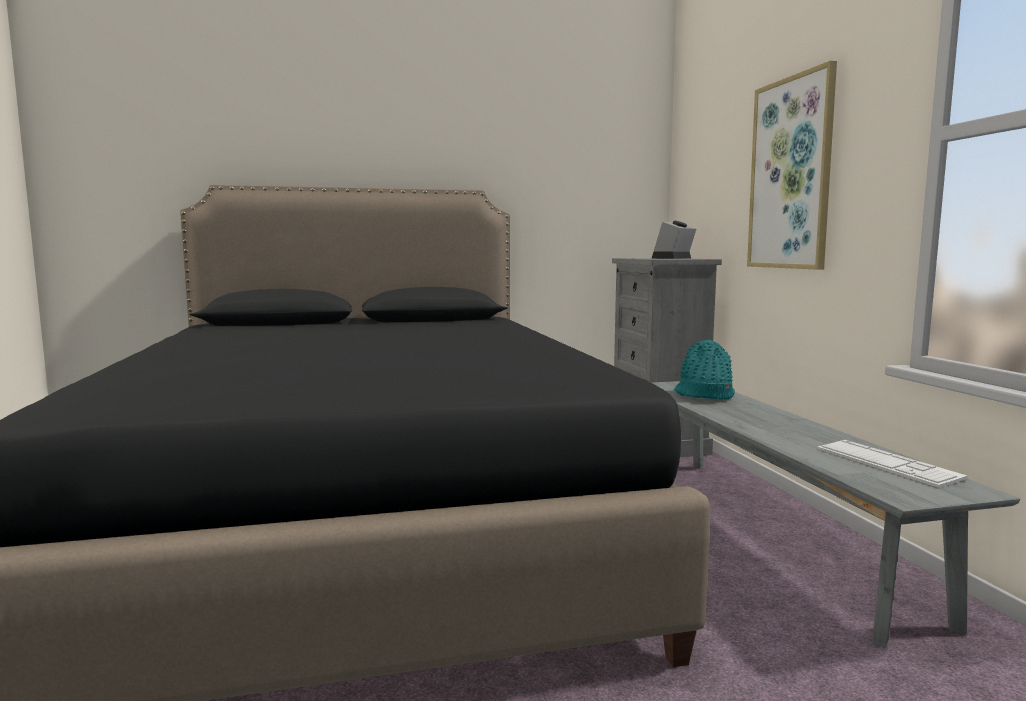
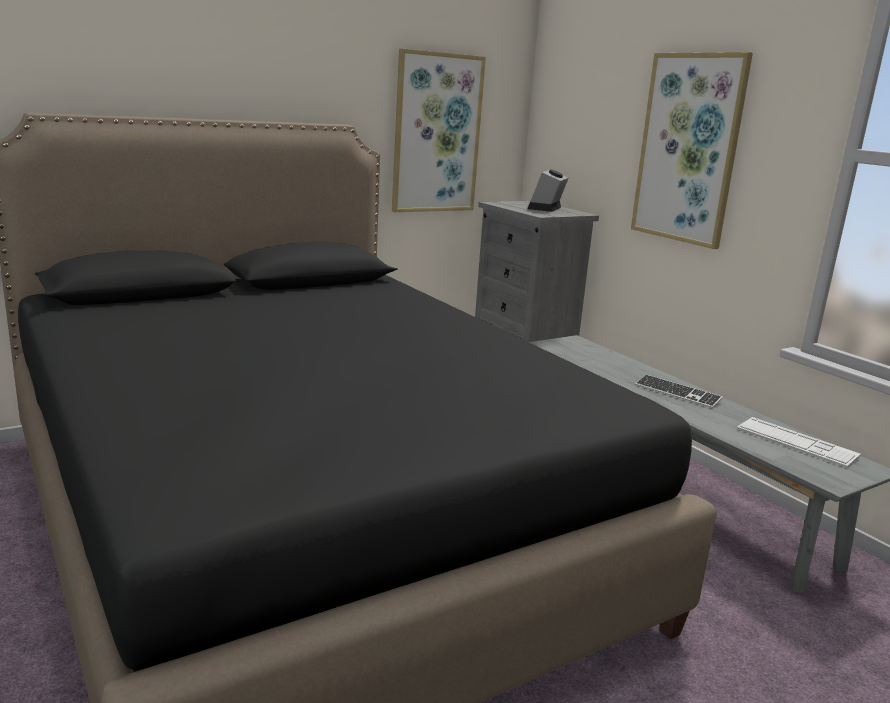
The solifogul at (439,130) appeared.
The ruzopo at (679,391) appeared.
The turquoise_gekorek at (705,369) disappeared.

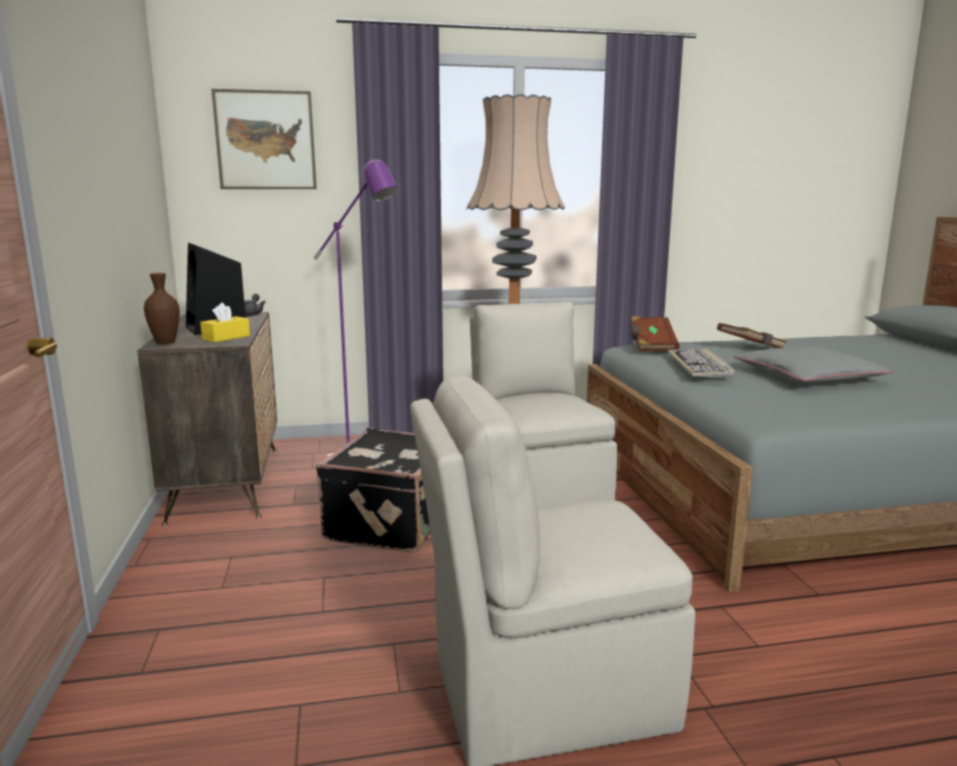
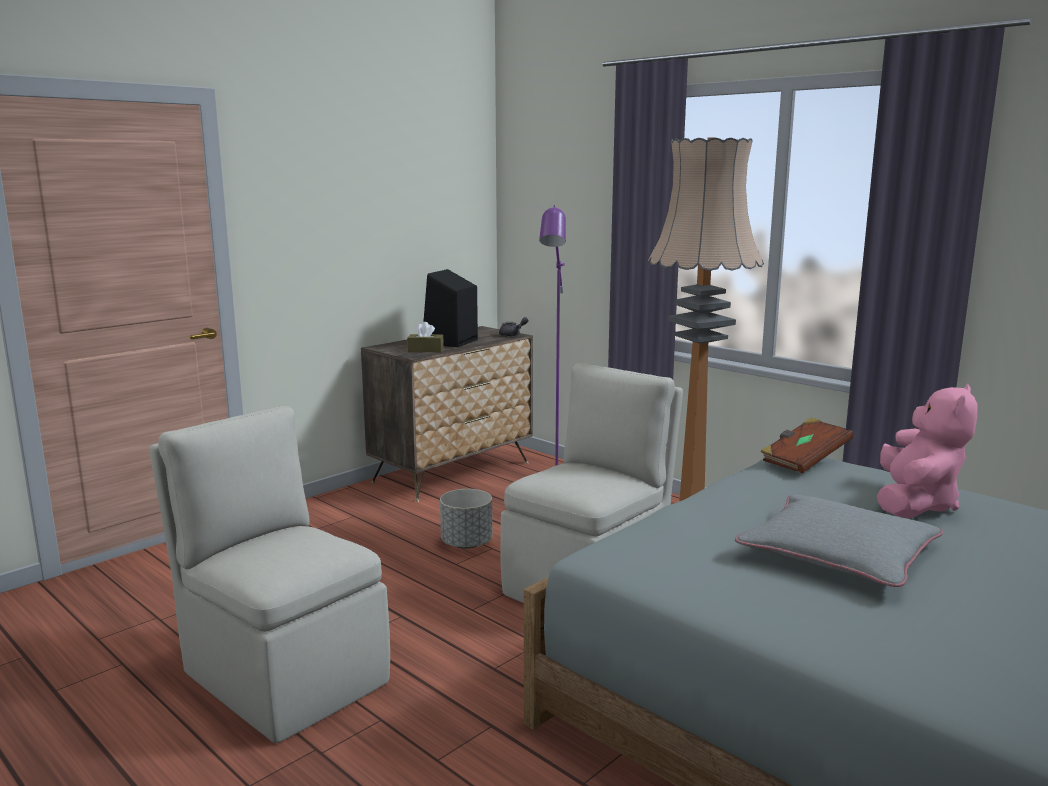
The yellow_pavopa at (225,322) became the brown_pavopa at (425,337).
The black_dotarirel at (373,490) was replaced by the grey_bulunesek at (466,519).
The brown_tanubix at (752,335) was replaced by the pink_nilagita at (927,451).
The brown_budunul at (162,308) disappeared.
The solifogul at (264,139) disappeared.
The ruzopo at (701,363) disappeared.

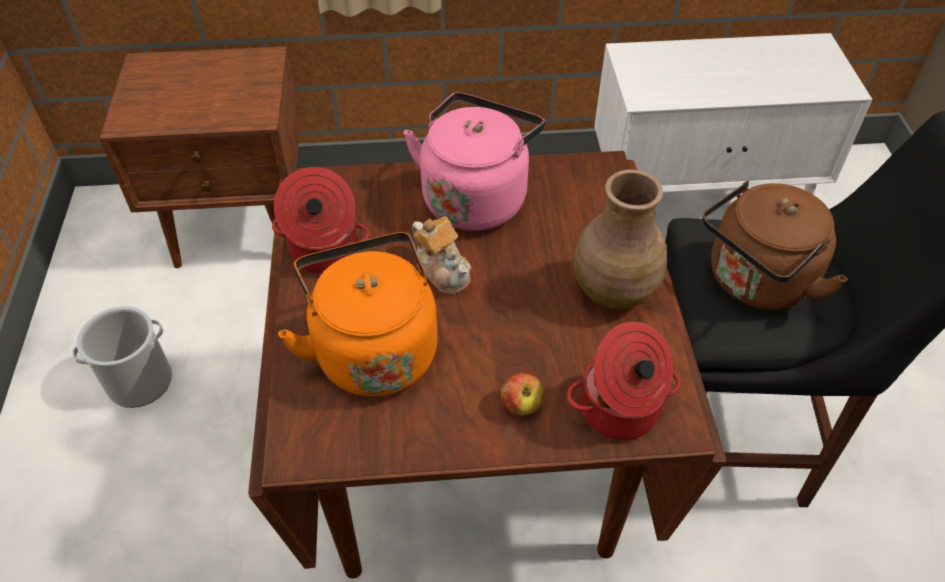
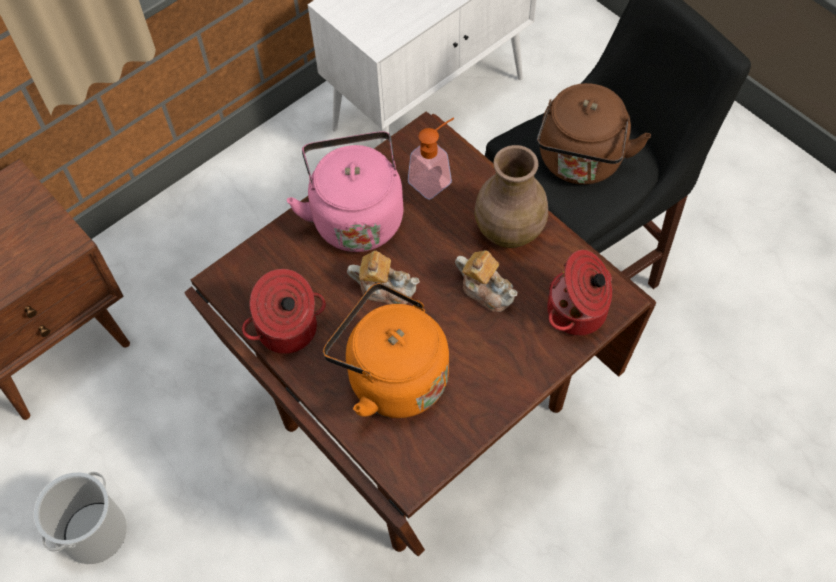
The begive at (431,159) appeared.
The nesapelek at (486,281) appeared.
The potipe at (522,394) disappeared.

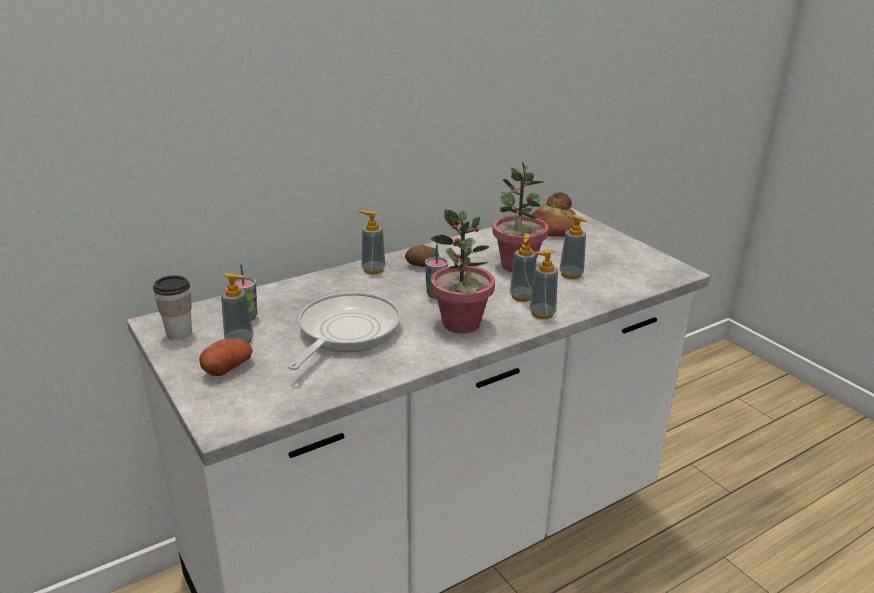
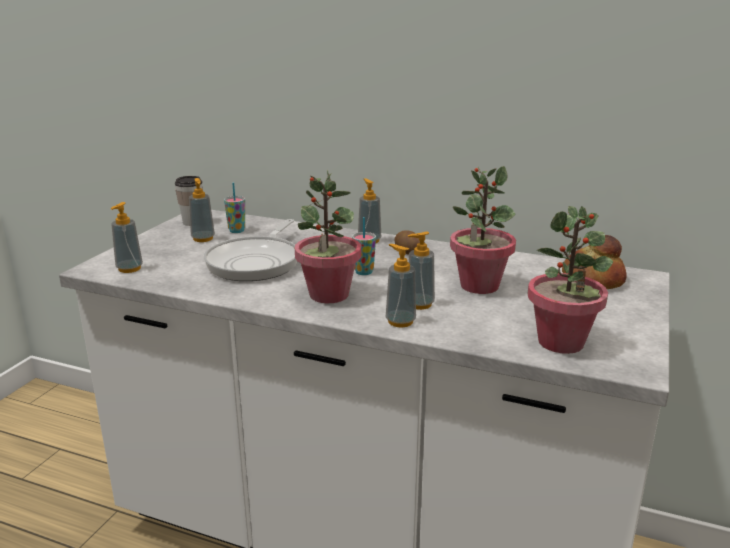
The begive moved from (573,246) to (127,237).
The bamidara at (344,331) turned 120 degrees clockwise.
The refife at (570,280) appeared.
The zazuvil at (226,357) disappeared.

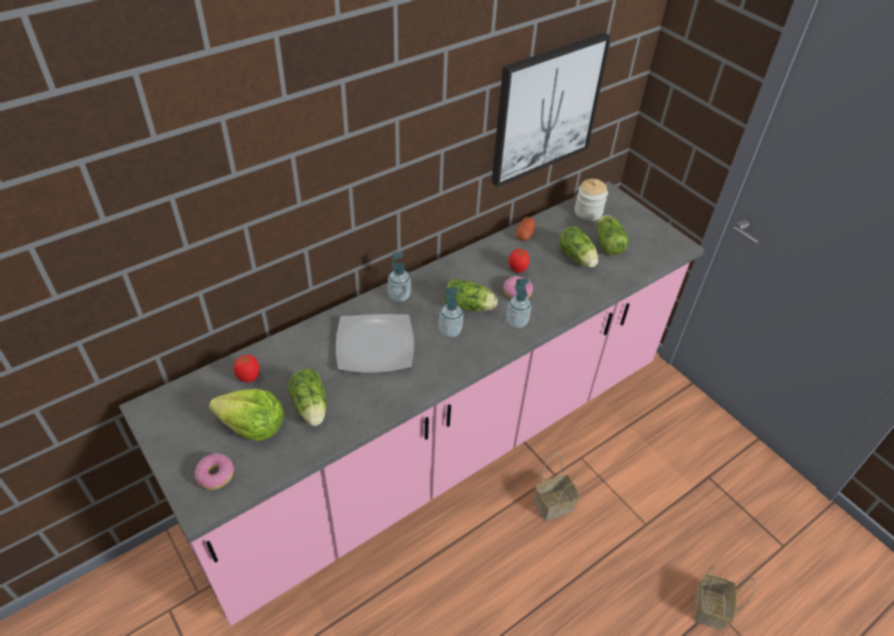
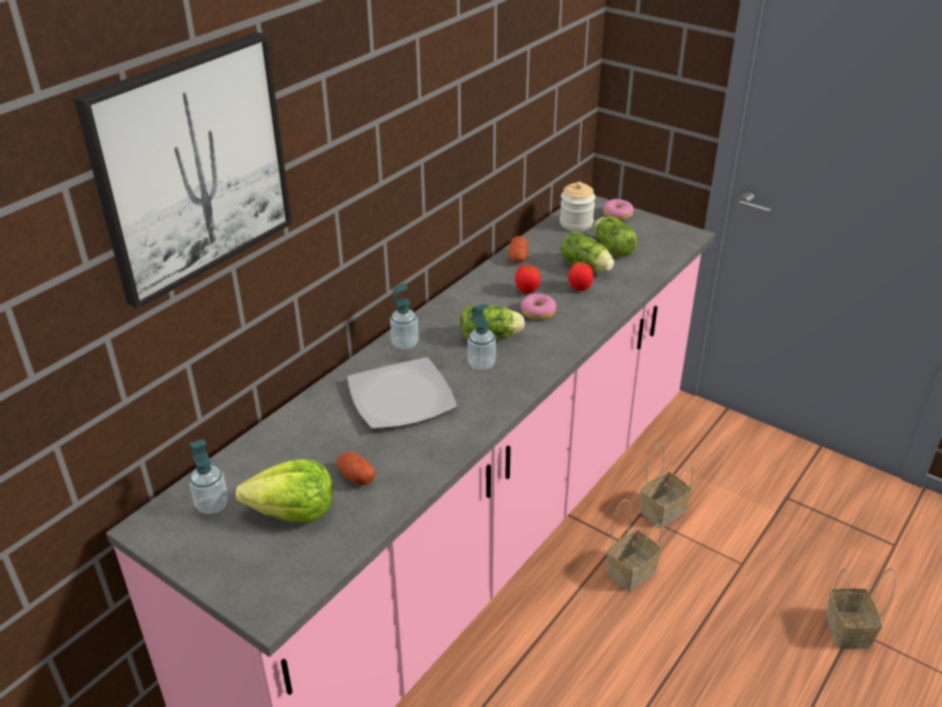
The solifogul moved from (551,110) to (183,170).
The begive moved from (519,303) to (208,476).
The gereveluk at (307,397) was replaced by the zazuvil at (356,468).
The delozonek moved from (247,368) to (580,276).
The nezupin moved from (214,471) to (618,210).
The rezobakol at (667,485) appeared.

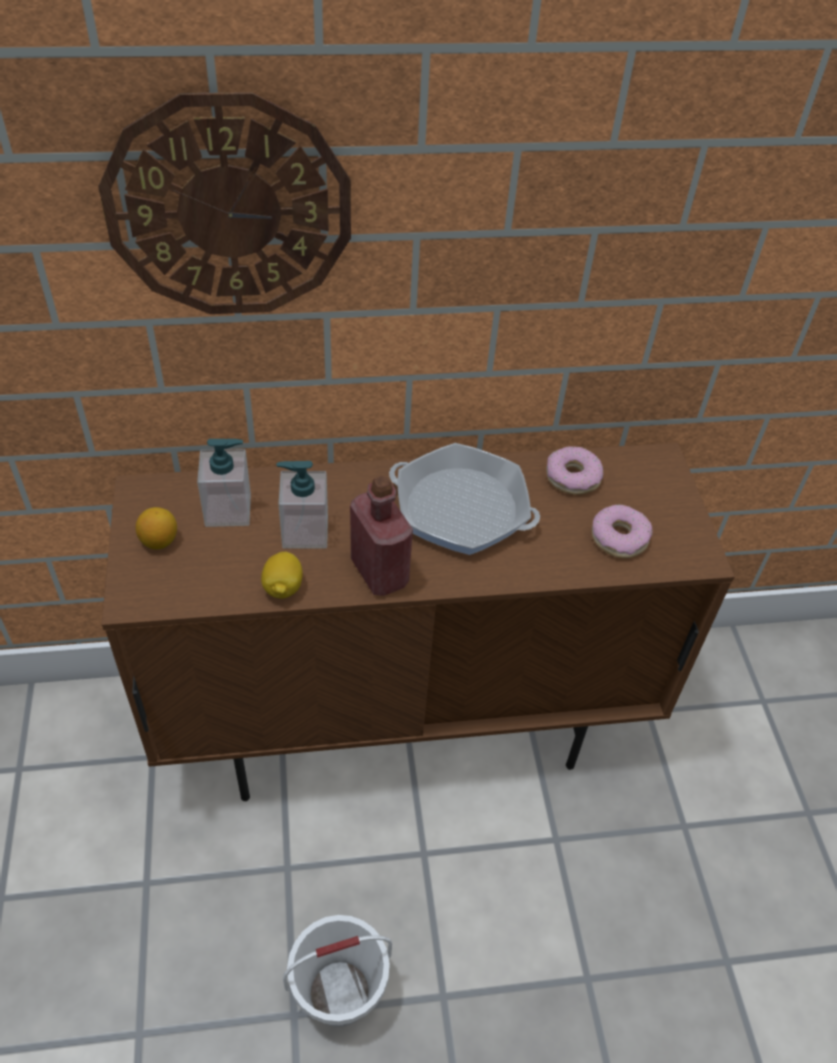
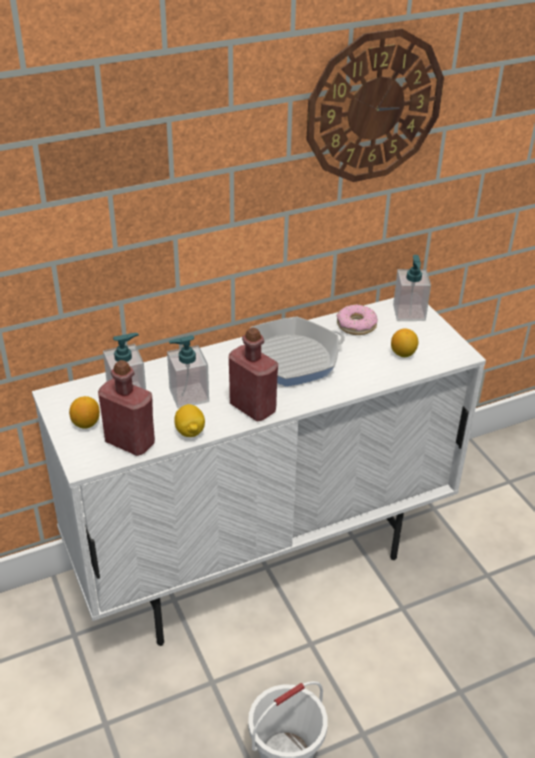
The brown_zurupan at (418,622) became the white_zurupan at (259,472).
The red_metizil at (126,408) appeared.
The bamidara at (464,499) turned 150 degrees clockwise.
The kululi moved from (224,203) to (375,105).
The nezupin at (622,531) was replaced by the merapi at (404,342).
The begive at (412,288) appeared.

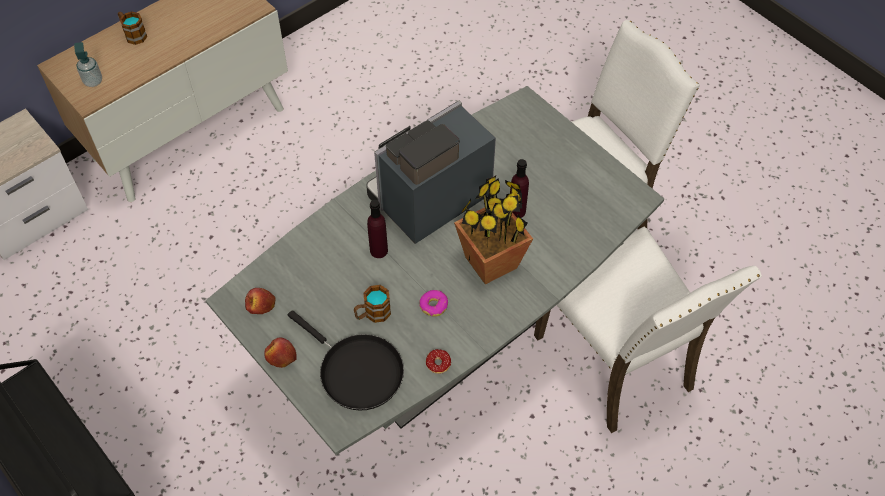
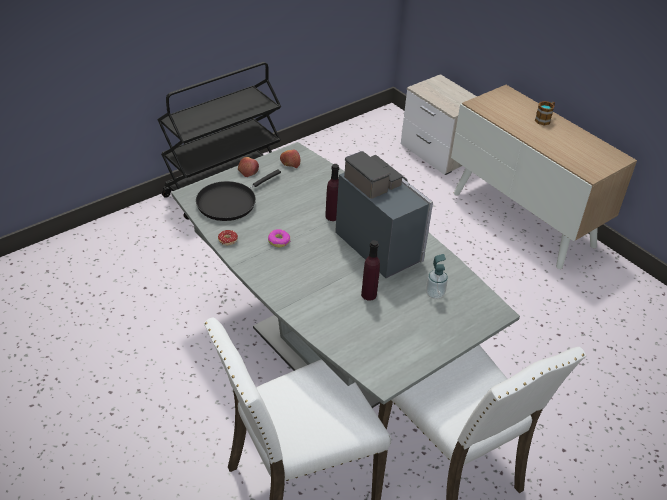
The begive moved from (88,64) to (437,276).
The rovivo at (372,304) disappeared.
The refife at (493,230) disappeared.

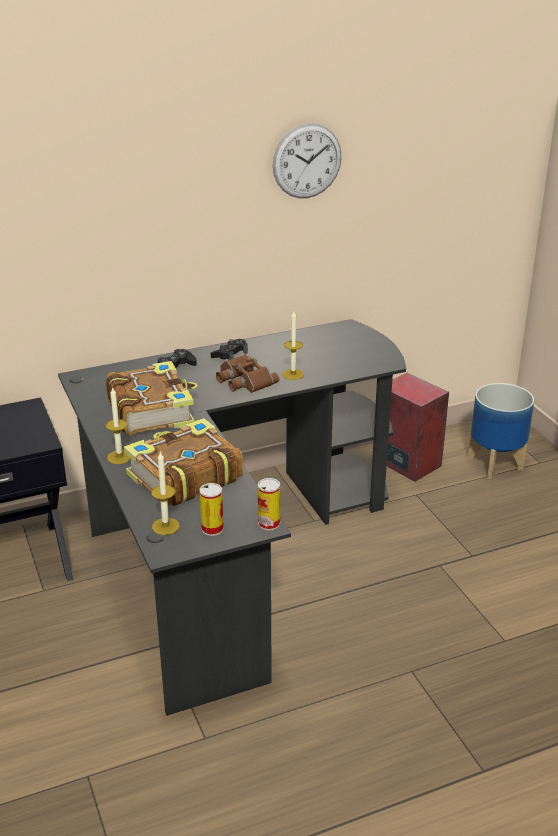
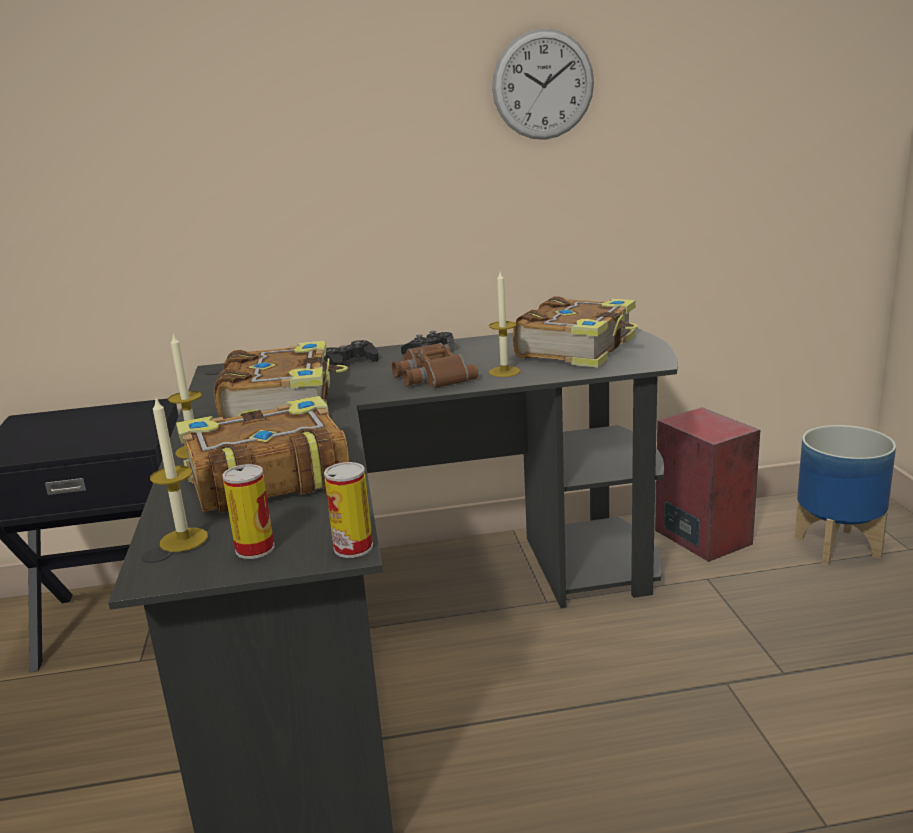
The tanubix at (575,332) appeared.

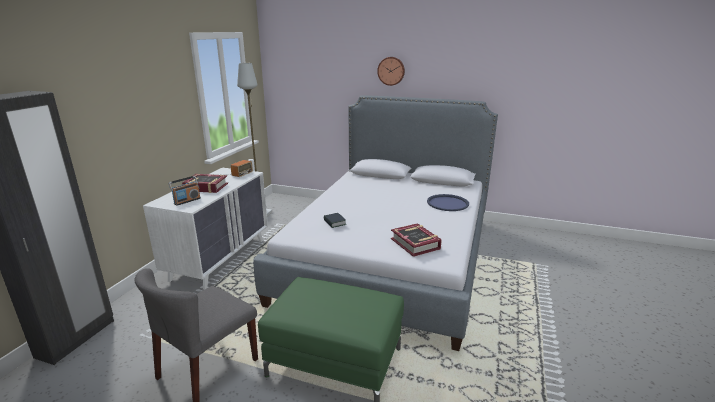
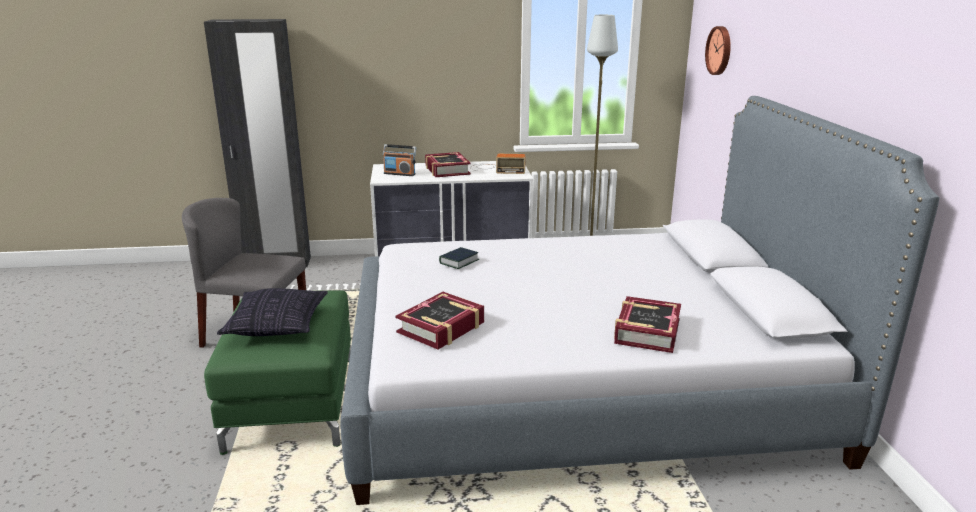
The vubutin at (272,312) appeared.
The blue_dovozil at (448,202) was replaced by the tanubix at (647,324).
The kululi moved from (391,71) to (718,50).

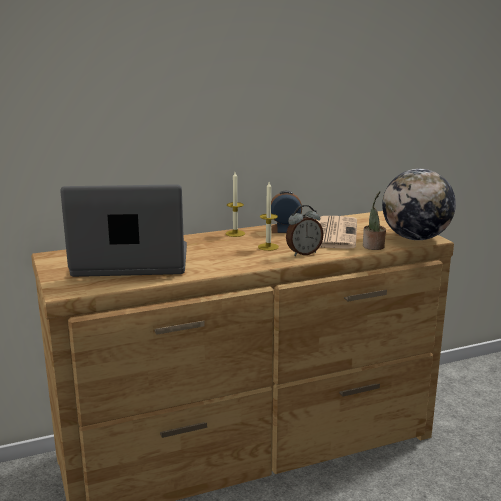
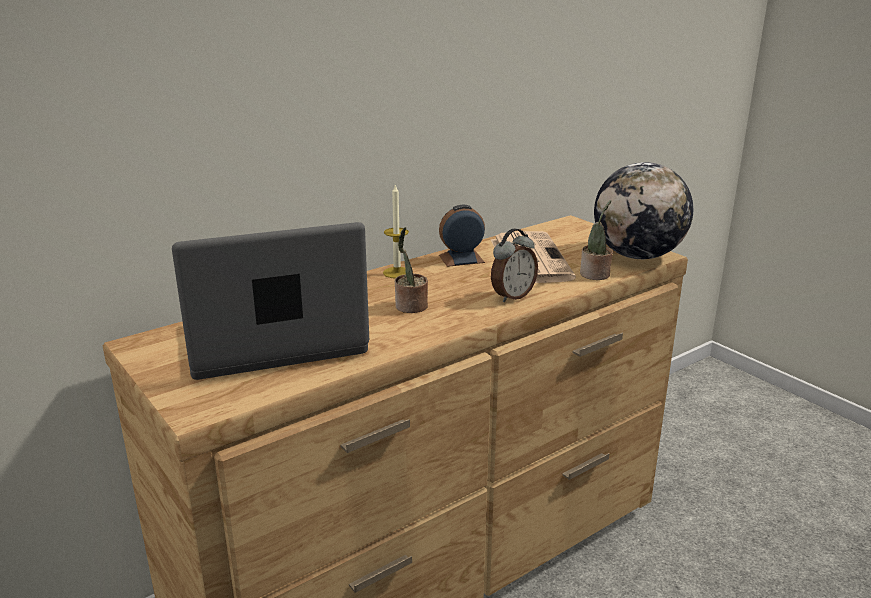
The refife at (411,270) appeared.
The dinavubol at (268,216) disappeared.

